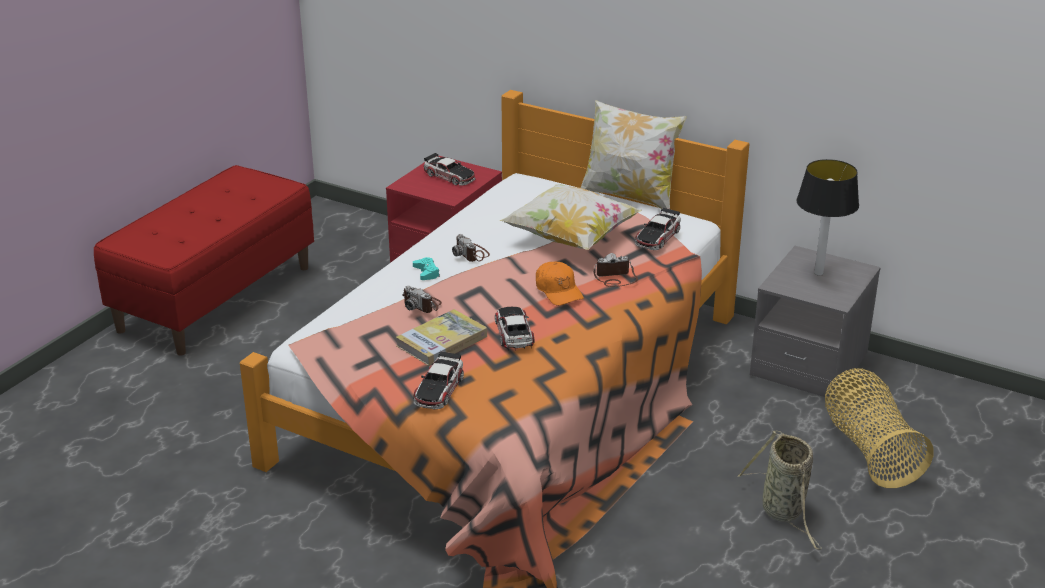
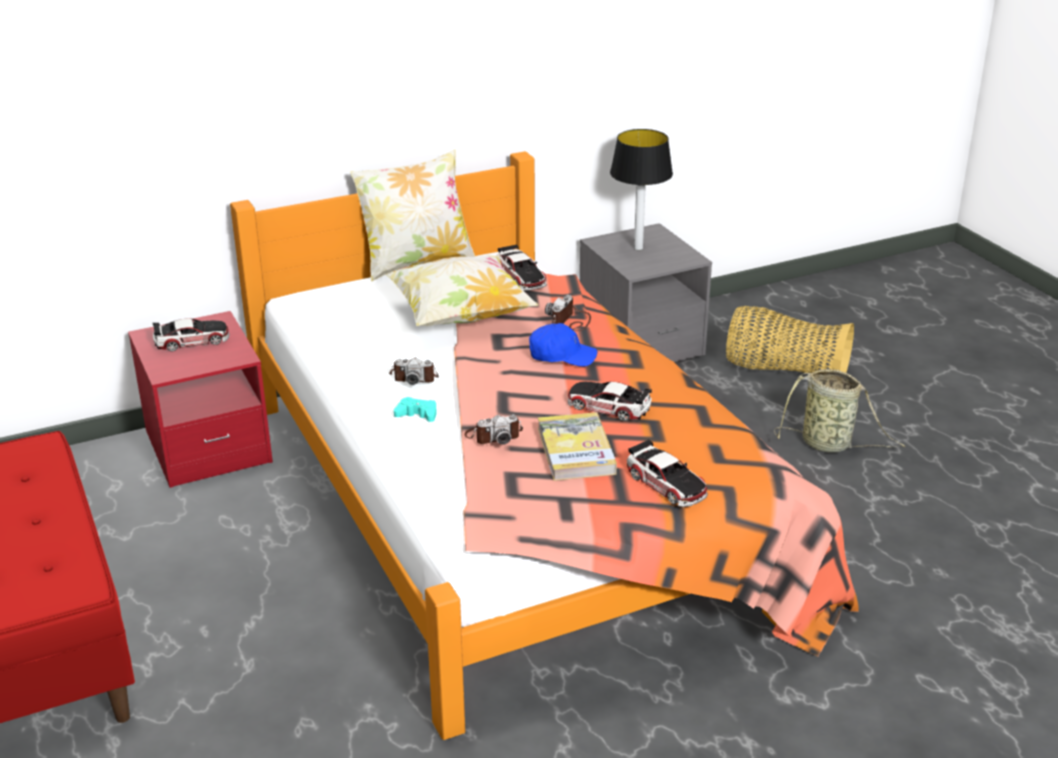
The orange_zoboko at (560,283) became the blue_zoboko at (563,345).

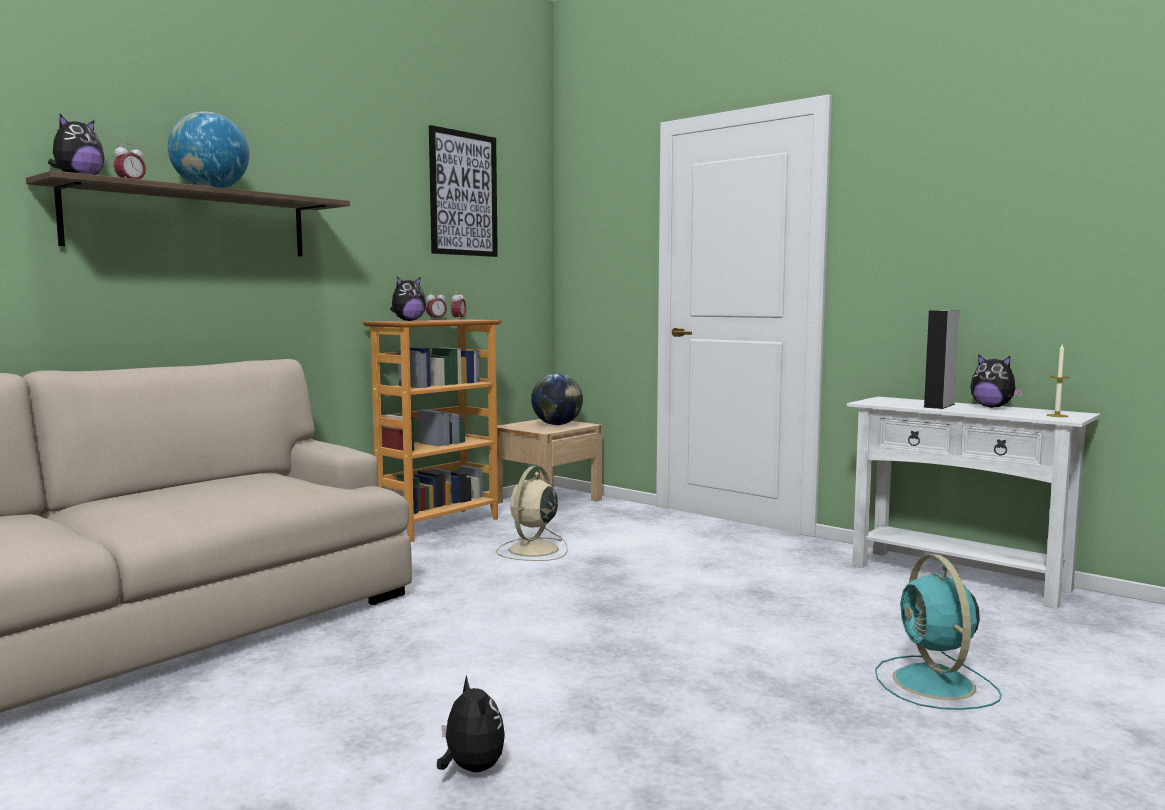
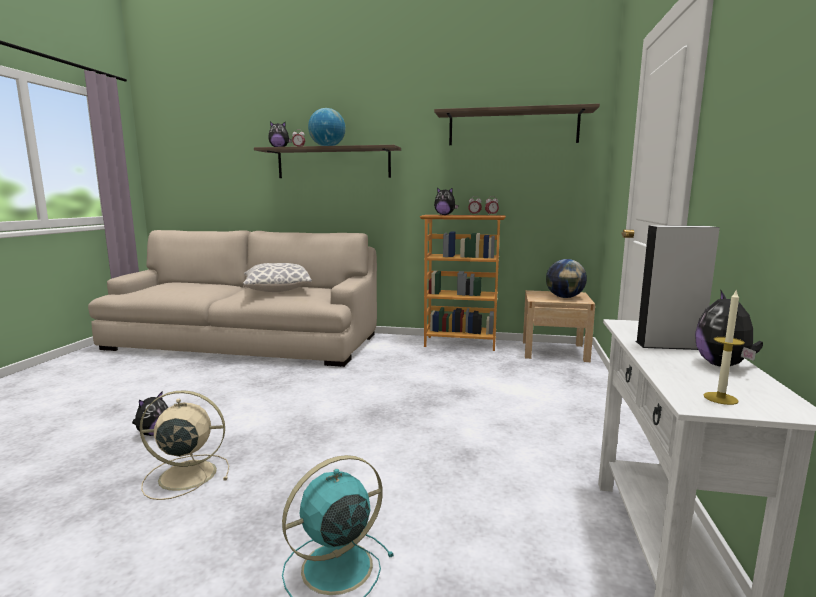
The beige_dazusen moved from (532,513) to (184,445).
The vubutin at (277,277) appeared.
The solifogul at (463,191) was replaced by the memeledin at (517,124).

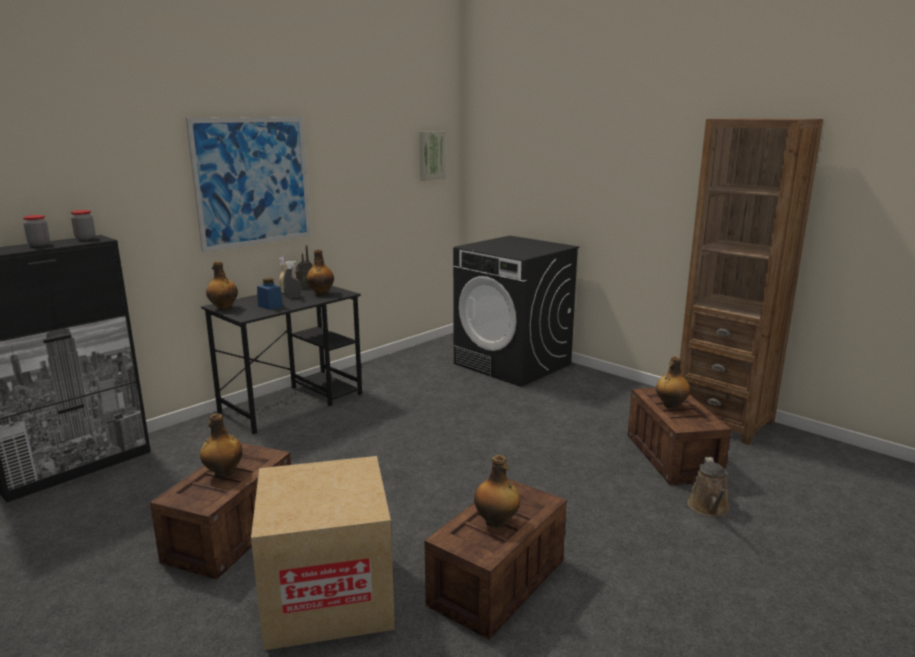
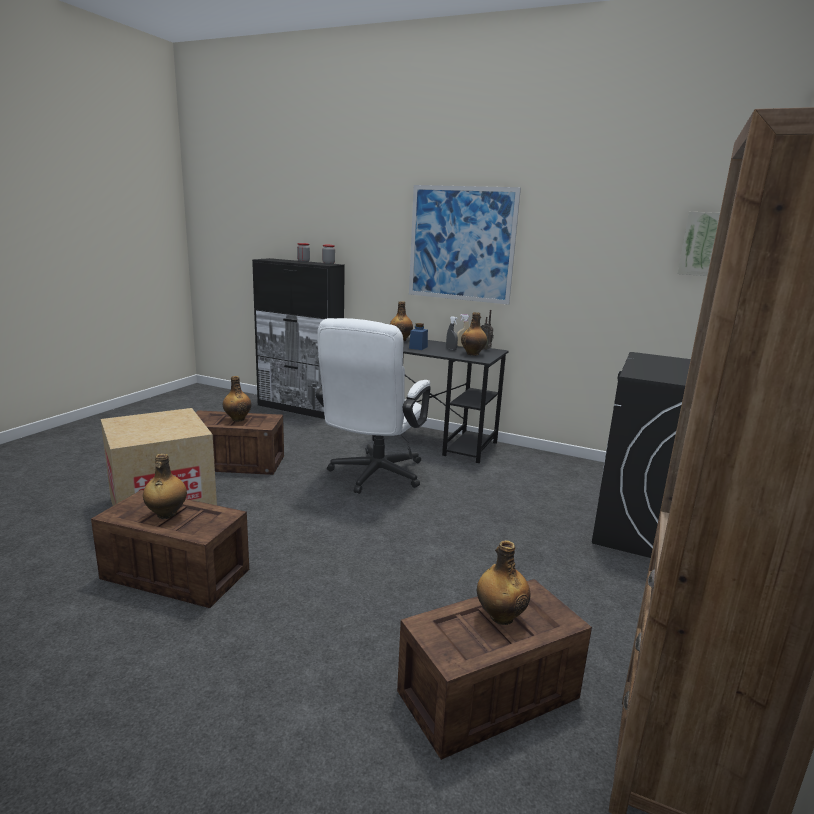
The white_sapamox at (373,406) appeared.
The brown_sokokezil at (709,487) disappeared.

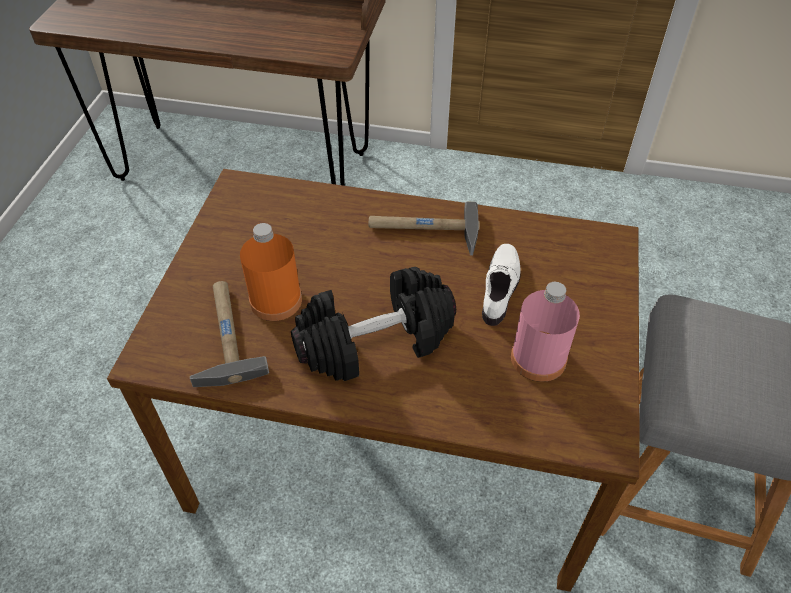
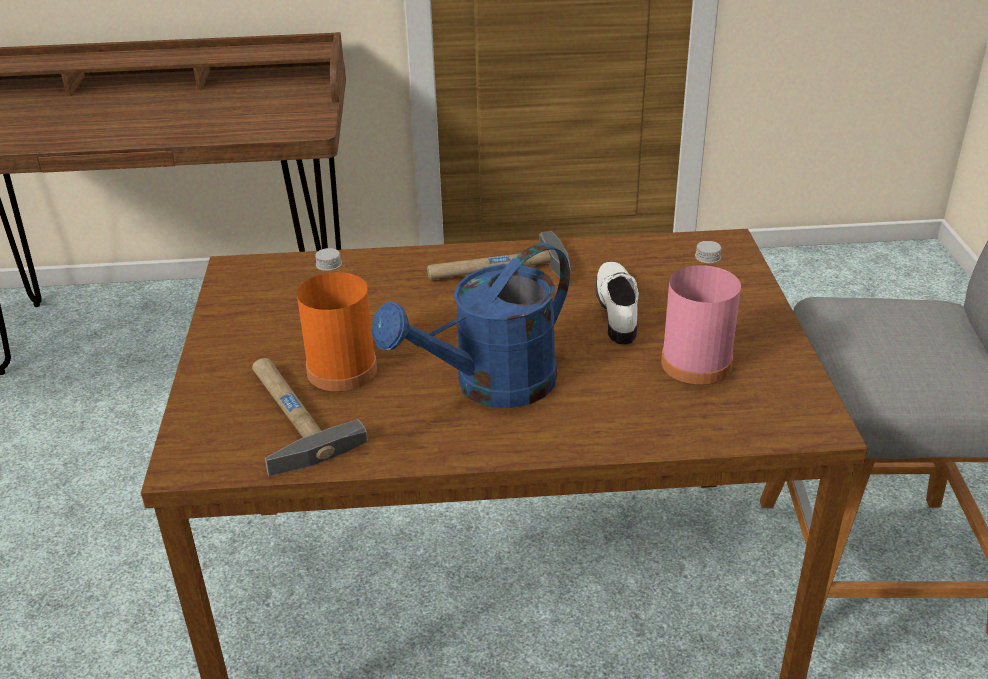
The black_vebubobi at (373,324) was replaced by the blue_sokokezil at (471,325).

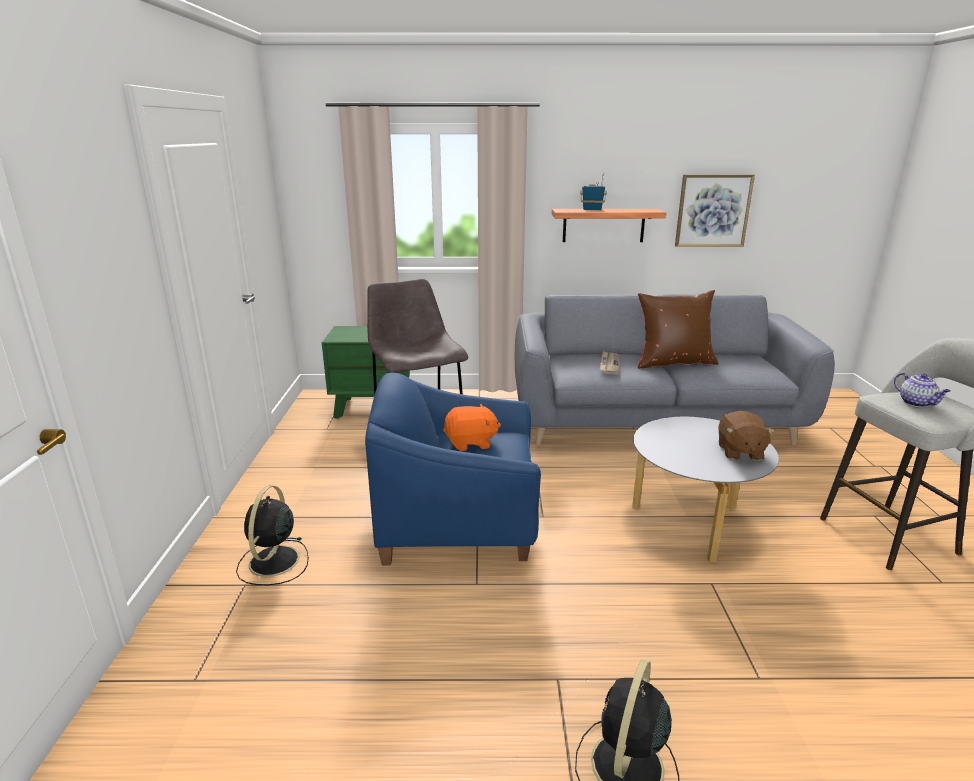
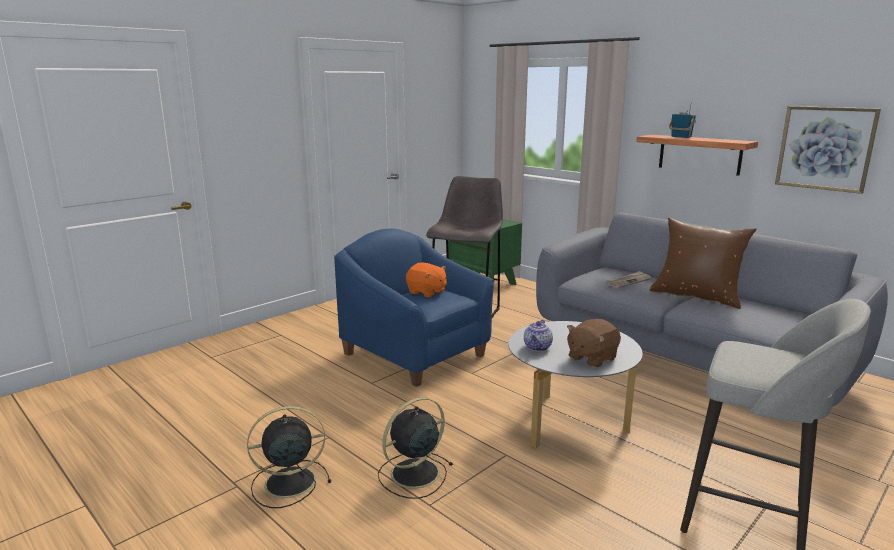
The black_dazusen moved from (272,535) to (415,448).
The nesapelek moved from (922,390) to (538,335).

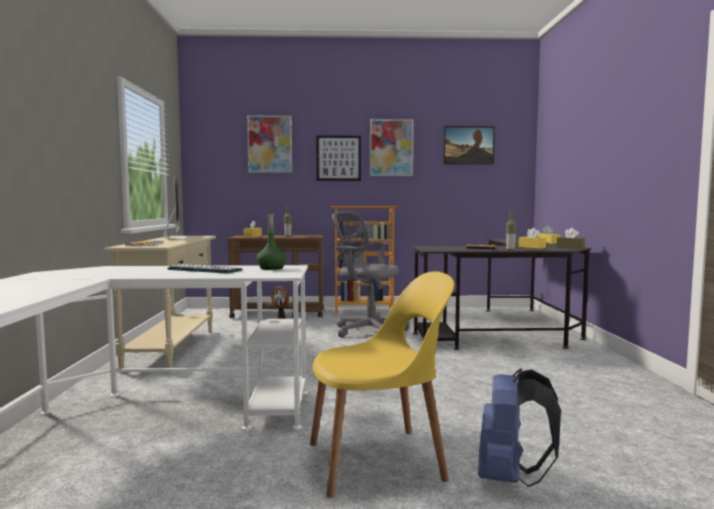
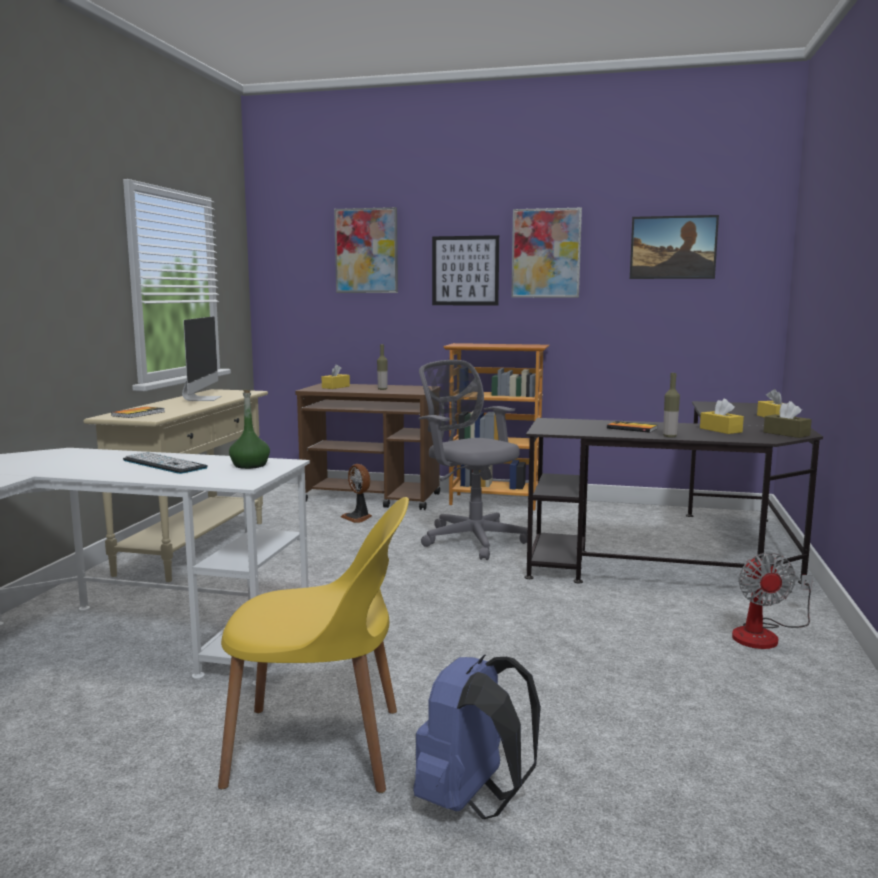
The dazusen at (772,600) appeared.

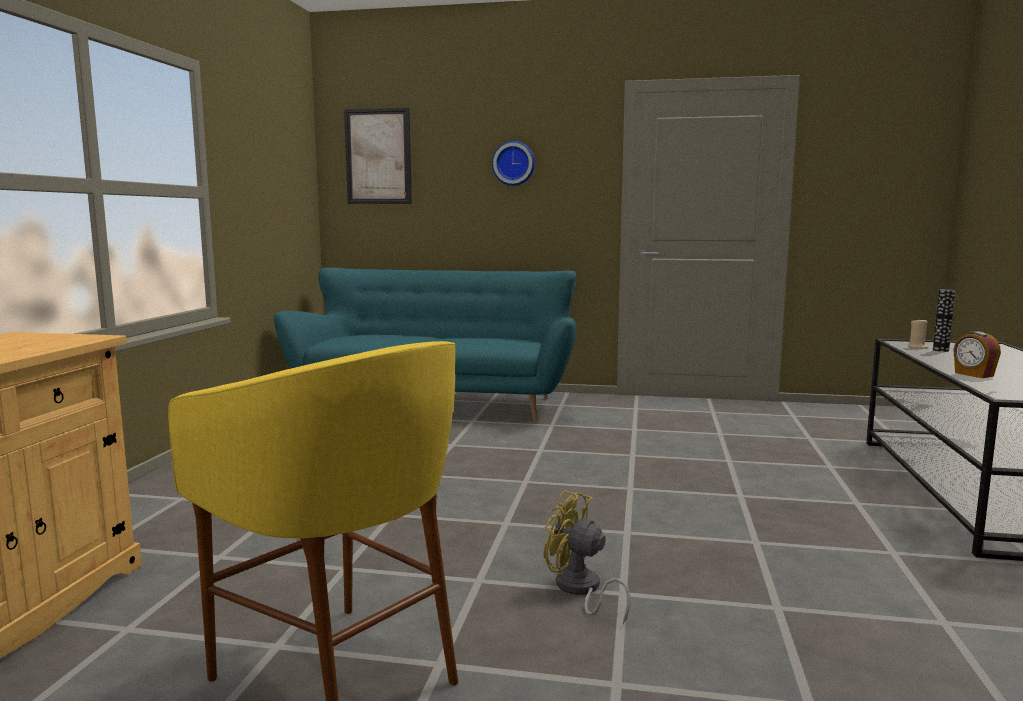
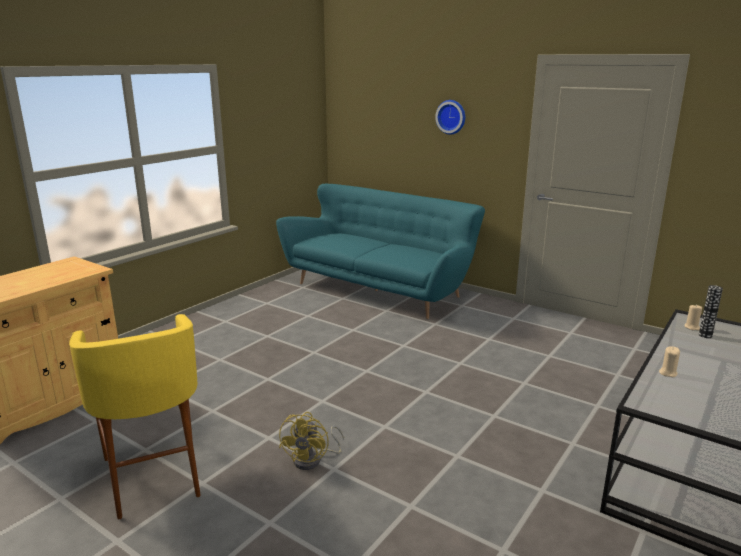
The yellow_dazusen at (587,557) turned 135 degrees counterclockwise.
The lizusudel at (977,354) was replaced by the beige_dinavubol at (669,361).
The solifogul at (378,156) disappeared.

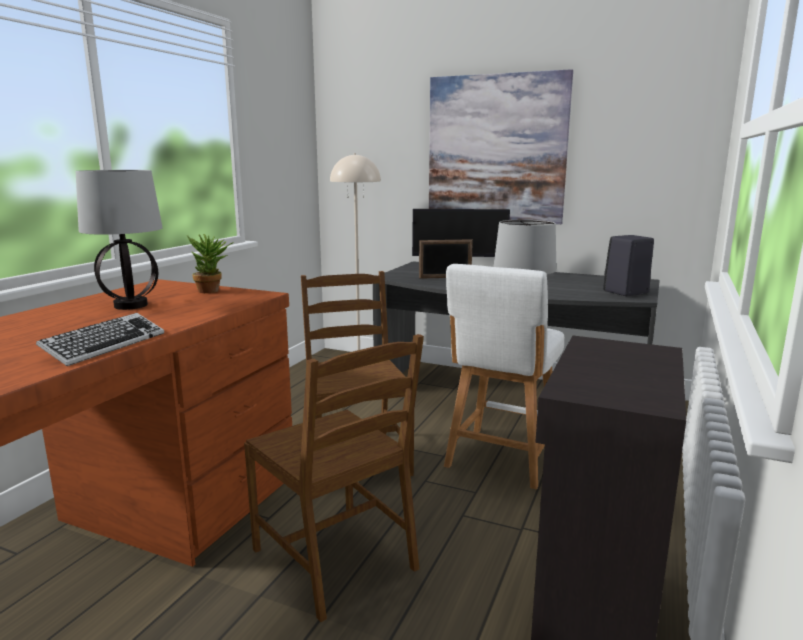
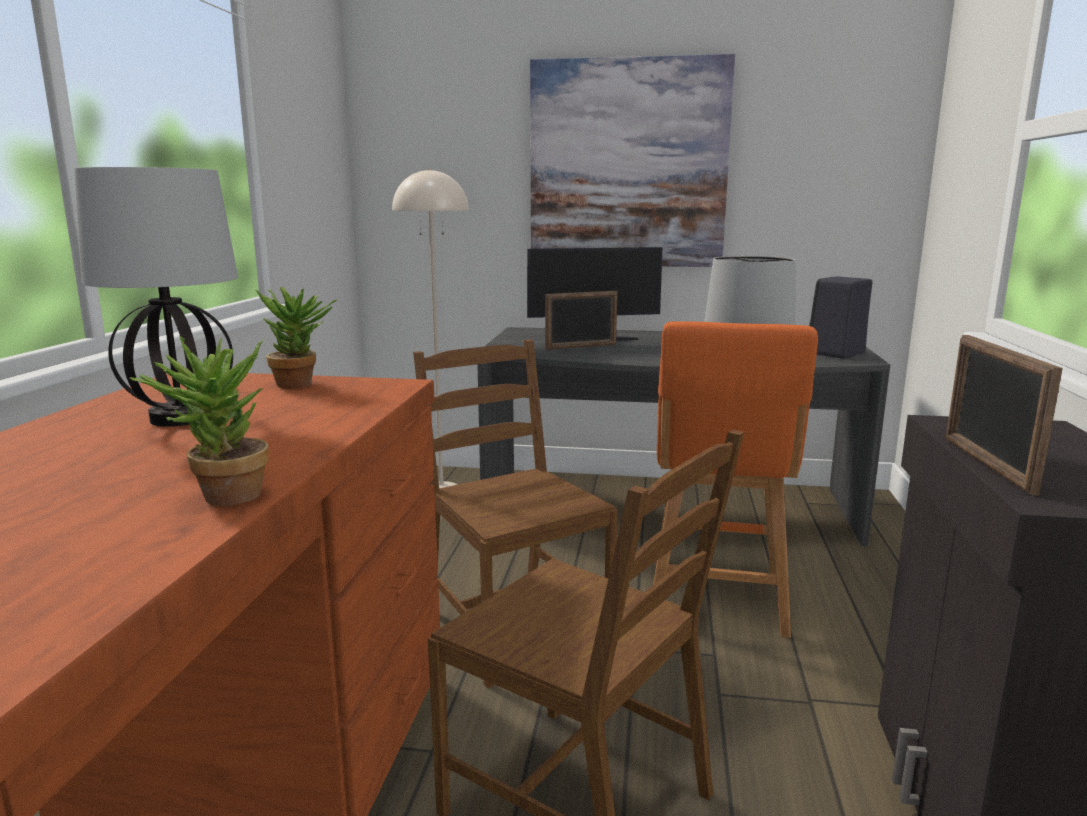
The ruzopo at (100,339) was replaced by the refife at (199,421).
The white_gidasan at (504,376) became the orange_gidasan at (735,479).
The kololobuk at (1004,415) appeared.

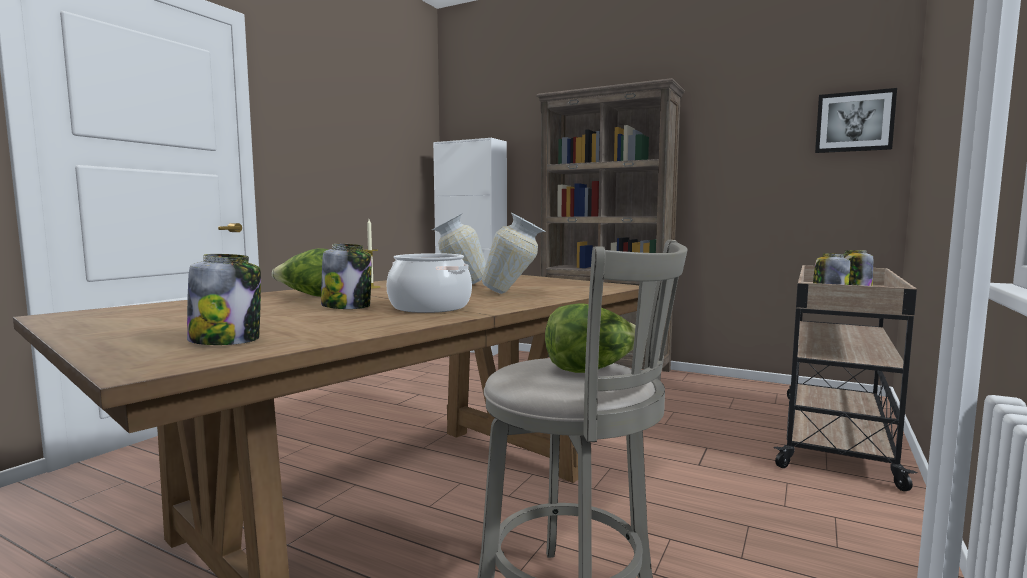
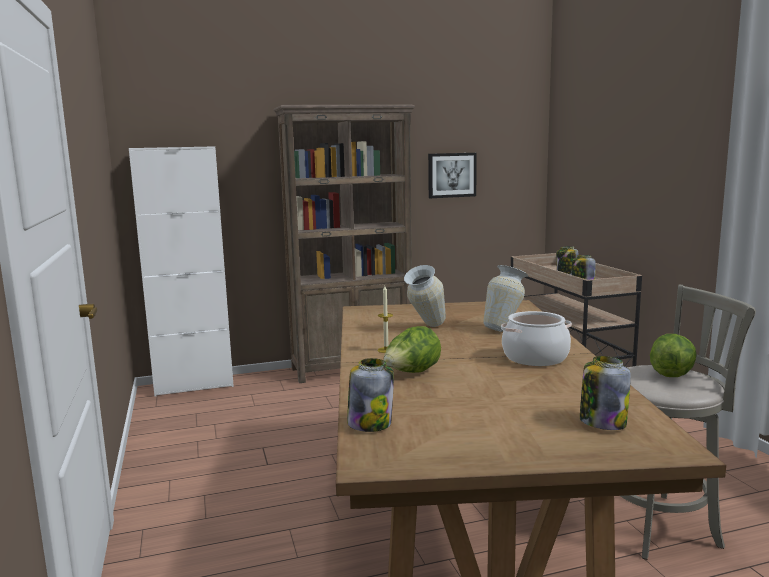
The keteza moved from (346,276) to (370,395).
The solifogul moved from (856,120) to (452,175).

